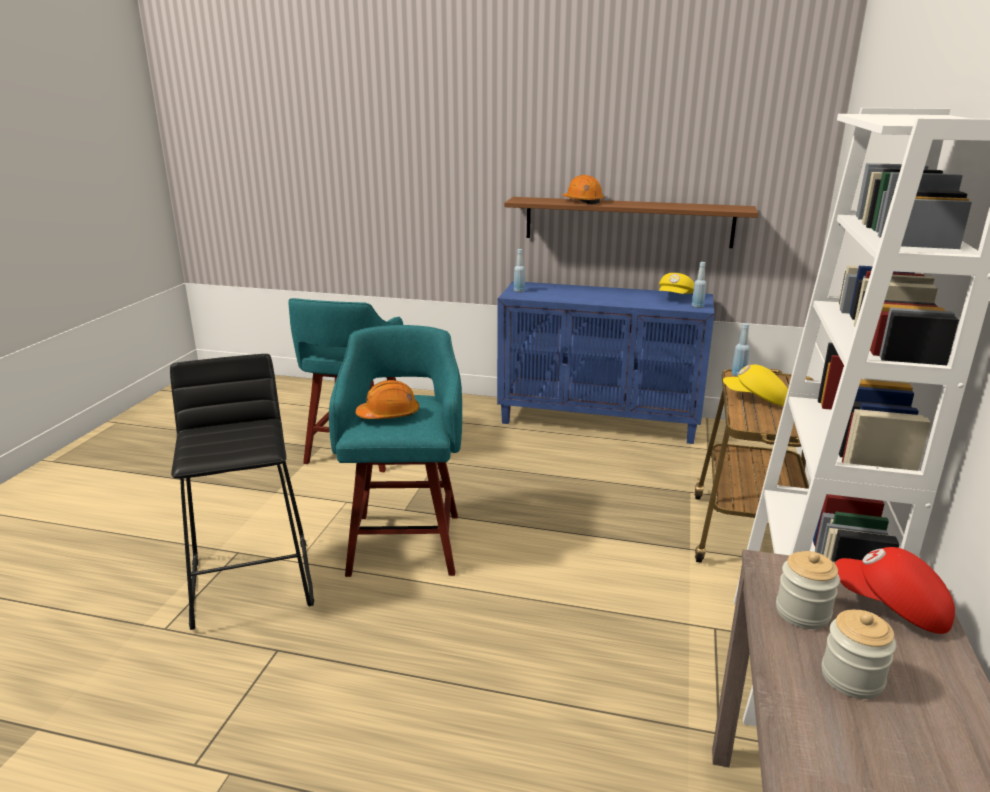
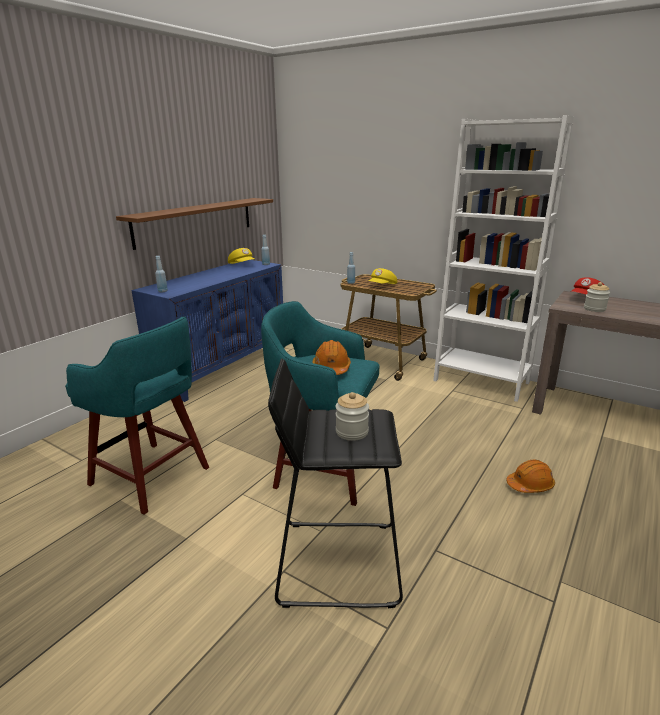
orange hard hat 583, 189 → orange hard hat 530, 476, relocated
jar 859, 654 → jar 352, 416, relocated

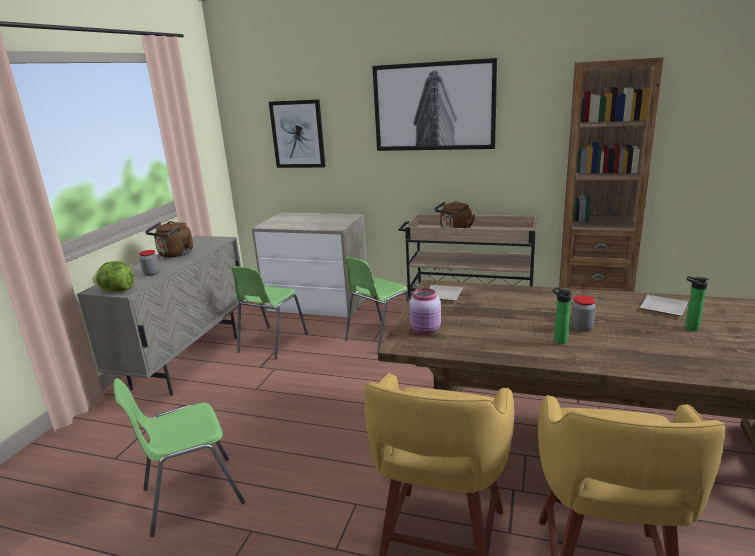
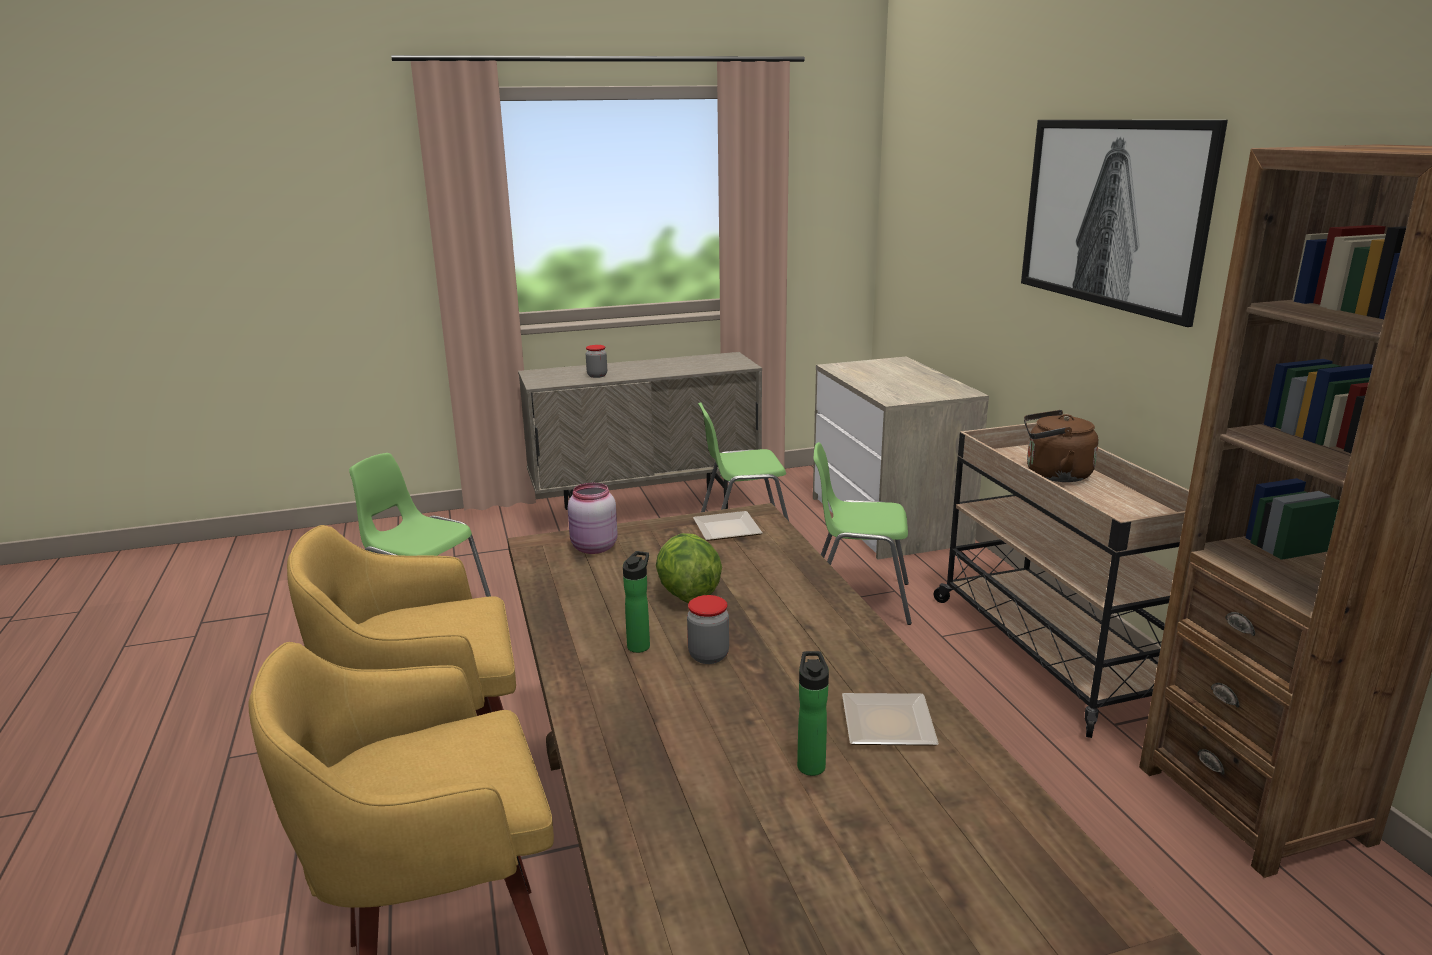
picture 297, 133 → -
brown kettle 169, 239 → -
lettuce 113, 276 → lettuce 689, 568, relocated

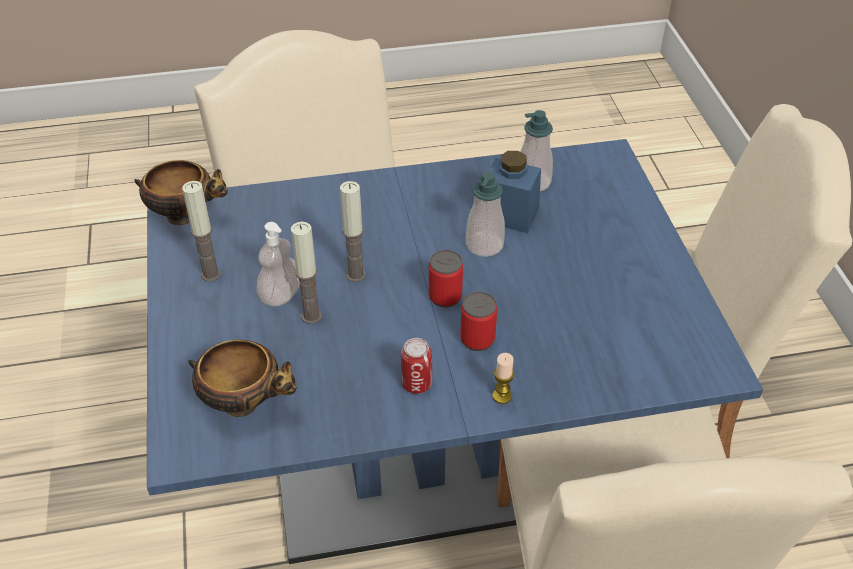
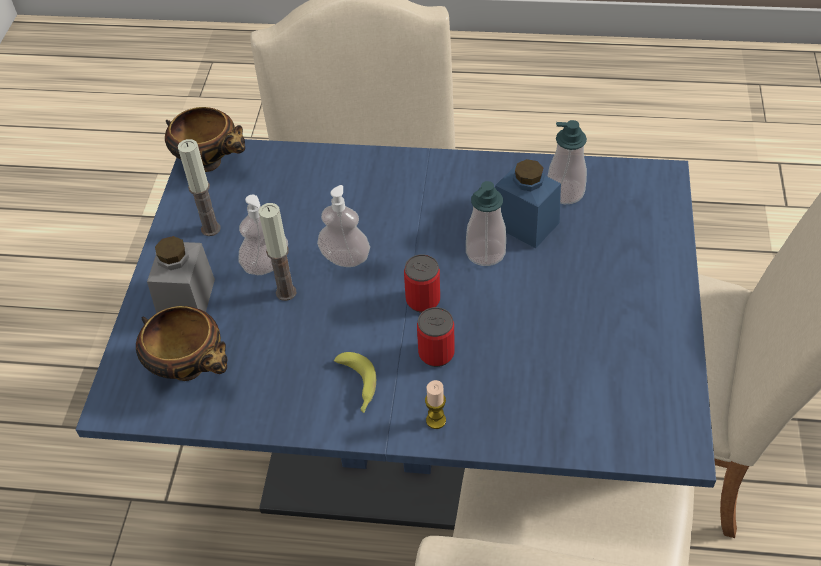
candle 353, 231 → soap dispenser 343, 226
can 416, 366 → banana 355, 382
- → grey jar 181, 274

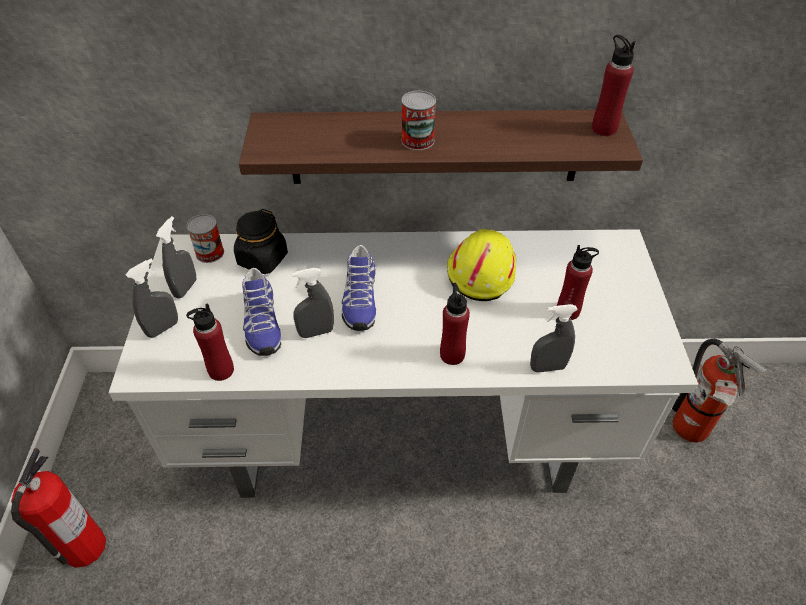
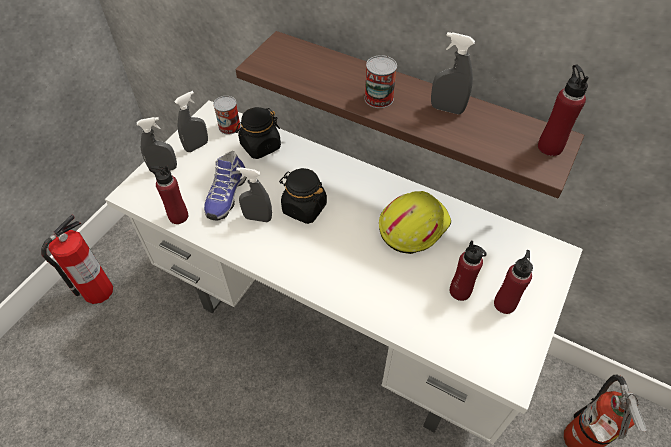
shoe 359, 288 → black jar 303, 196
red bottle 455, 324 → red bottle 513, 282, relocated
grey spray bottle 554, 338 → grey spray bottle 453, 73, relocated

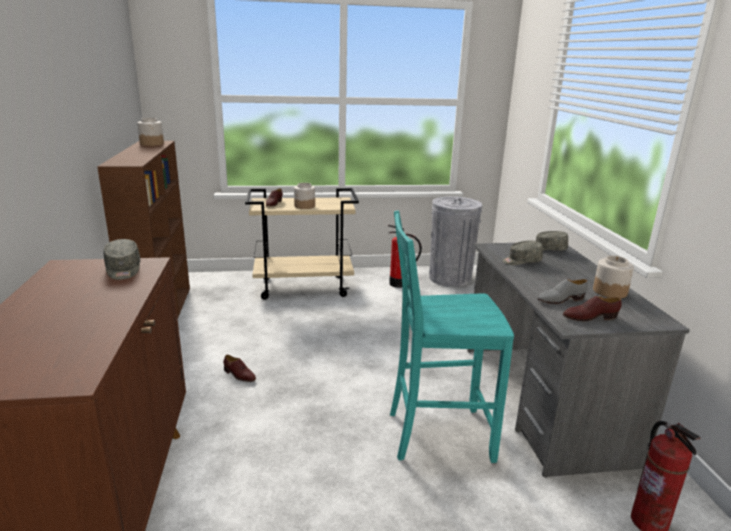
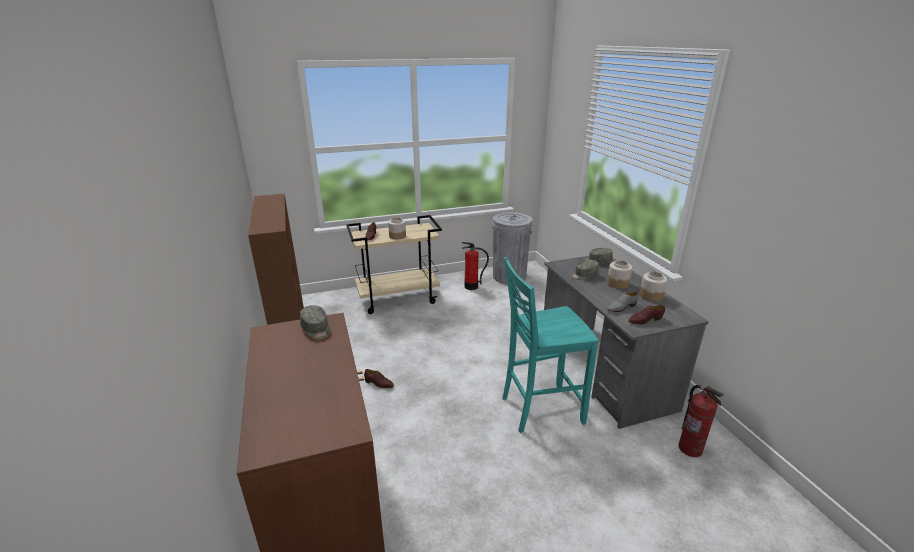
jar 150, 132 → jar 619, 274, relocated

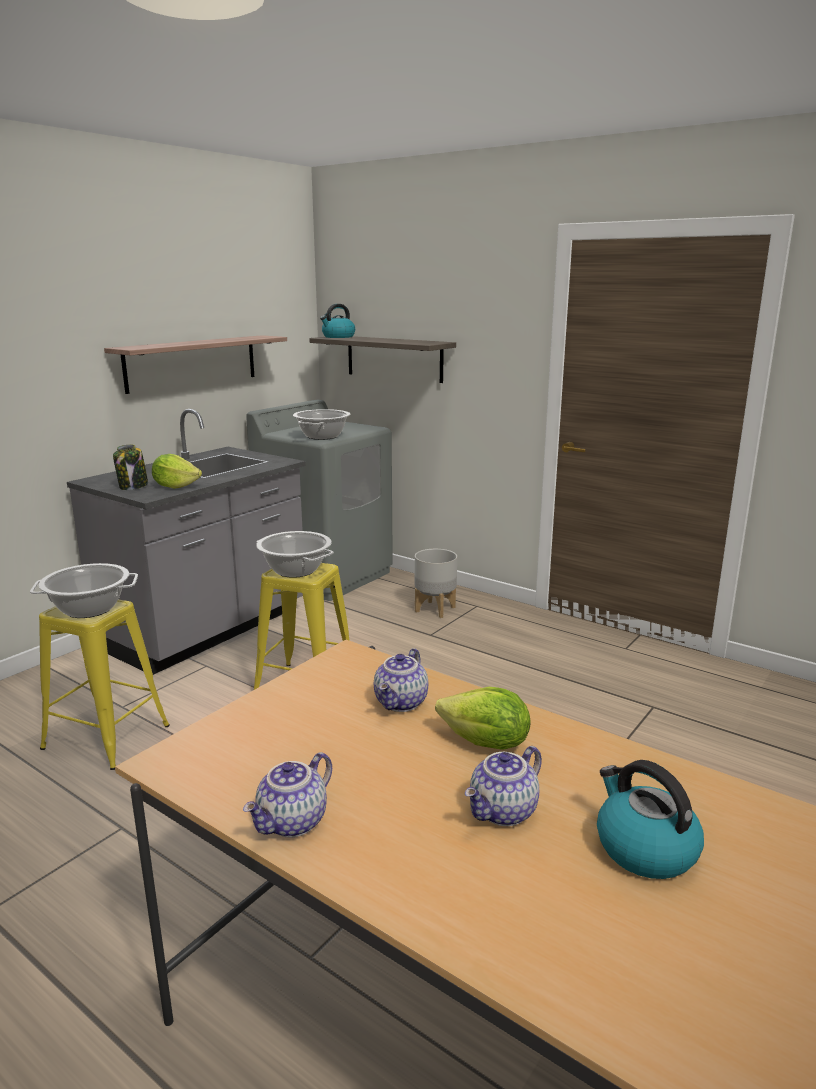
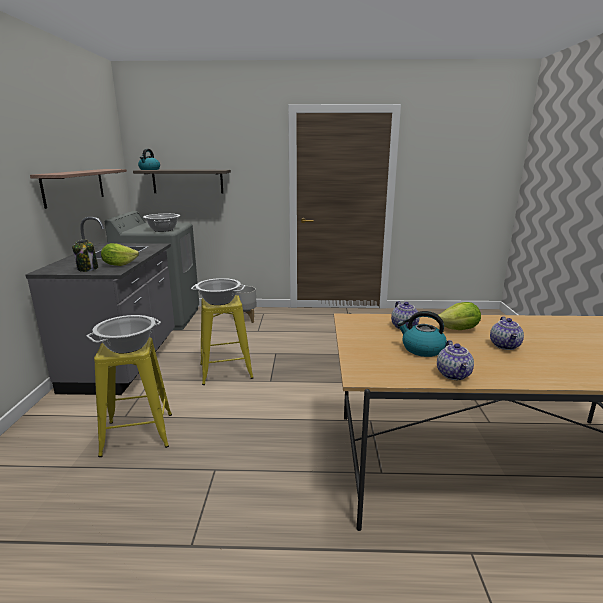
kettle 650, 819 → kettle 422, 334, relocated

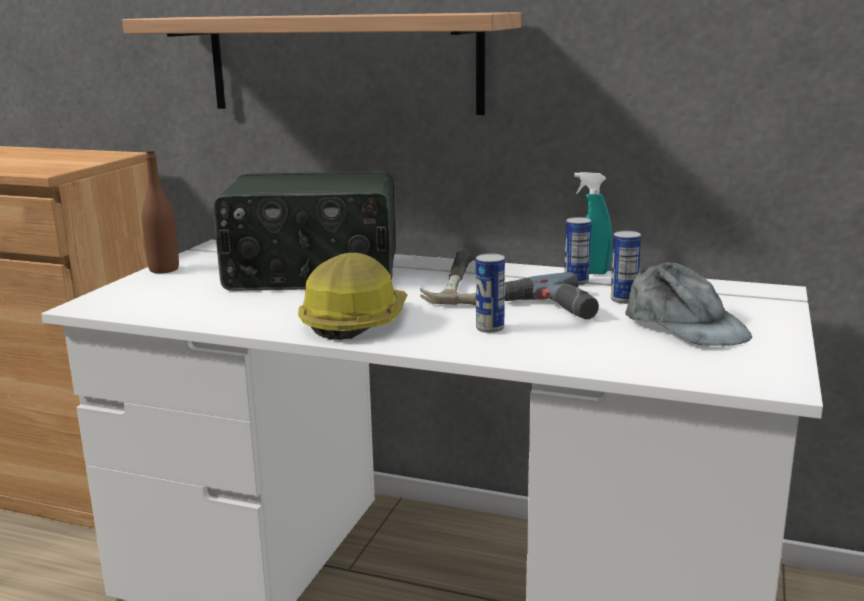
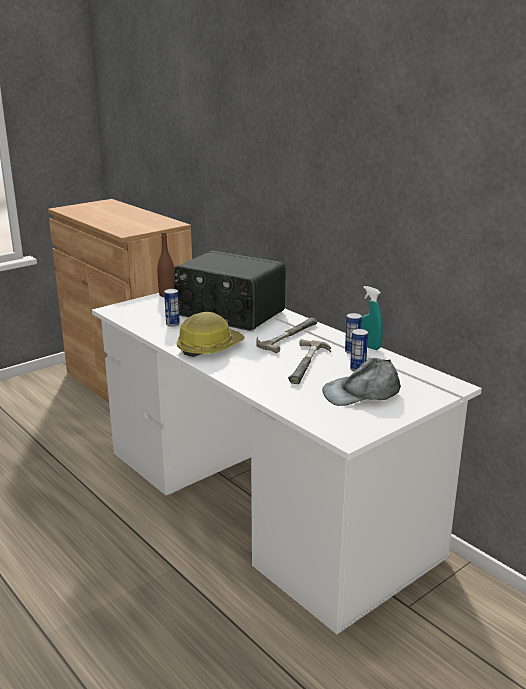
shelf 322, 63 → -
can 490, 293 → can 172, 308, relocated
grey cap 688, 304 → grey cap 361, 382, 75 degrees clockwise
power drill 552, 295 → hammer 309, 361

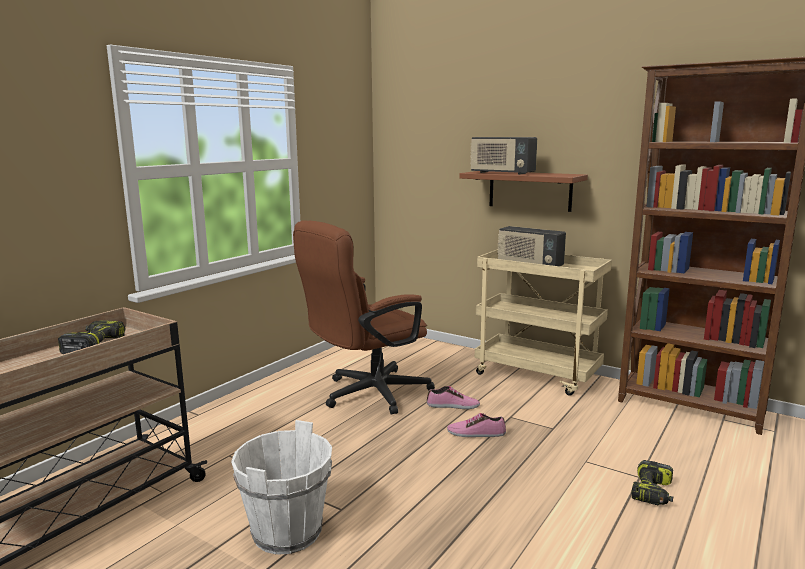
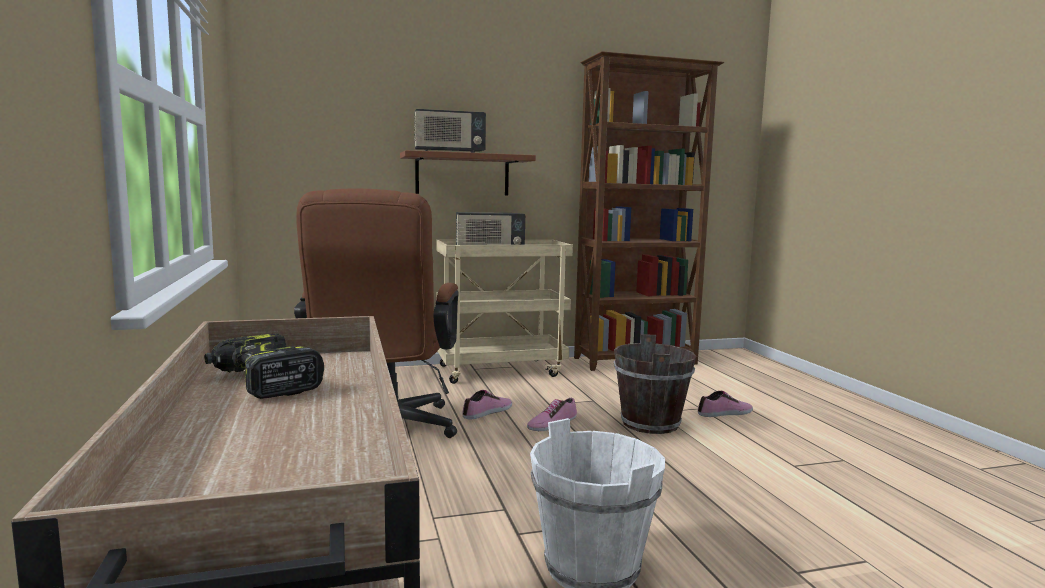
power drill 652, 483 → shoe 725, 404
- → brown bucket 655, 384

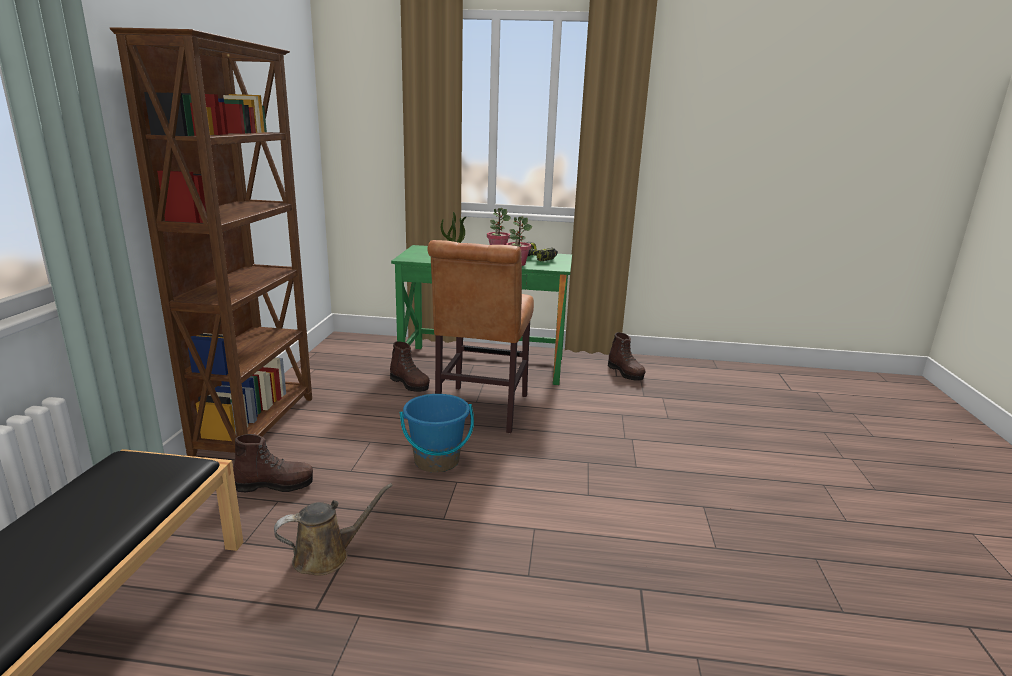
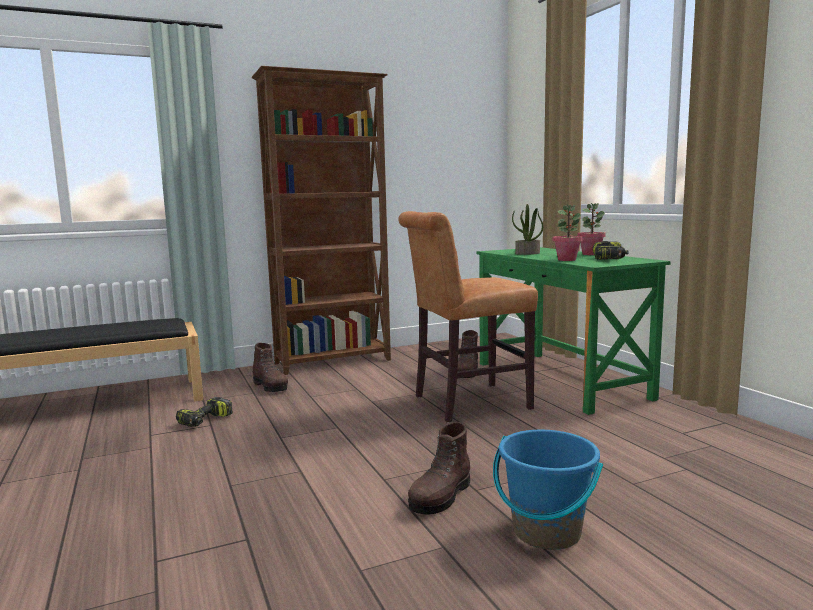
brown boot 627, 356 → brown boot 439, 468, relocated
blue bucket 437, 433 → blue bucket 548, 490, relocated
brown watering can 333, 529 → power drill 204, 412

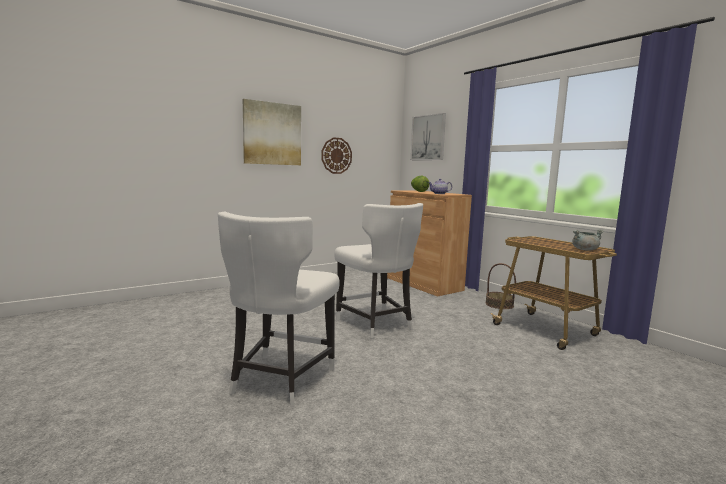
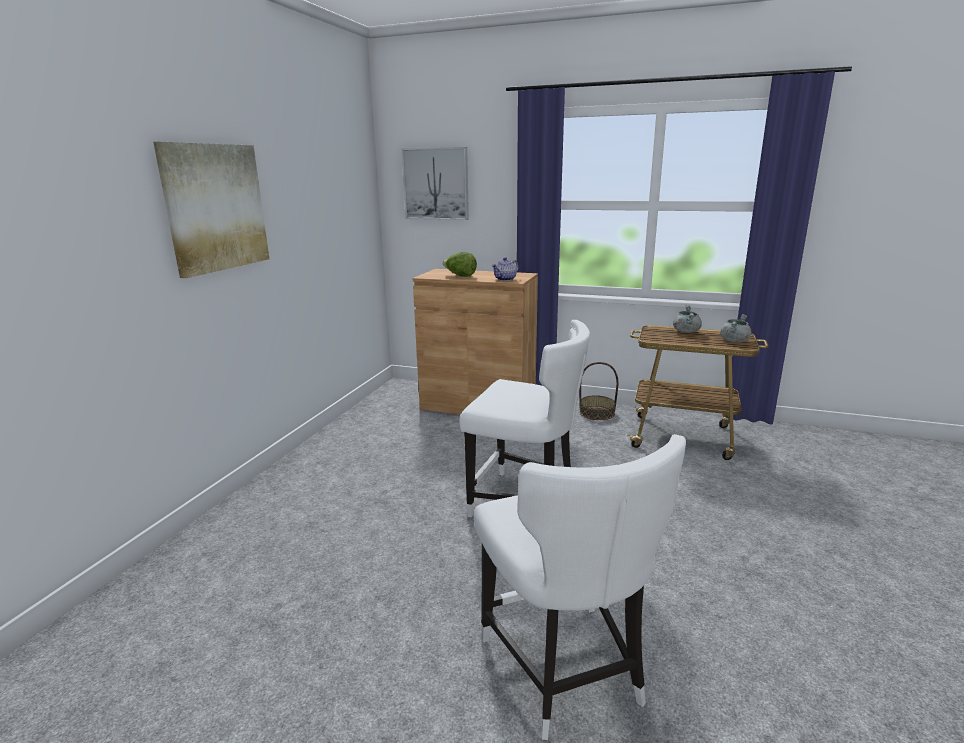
wall clock 337, 155 → -
- → grey cooking pot 687, 319

